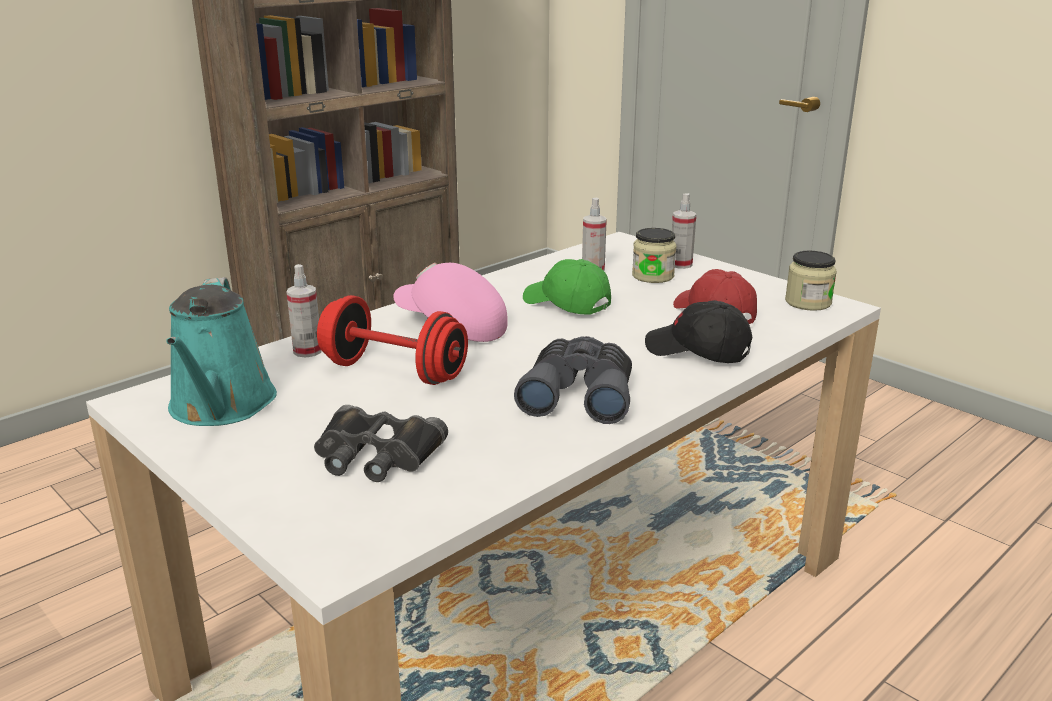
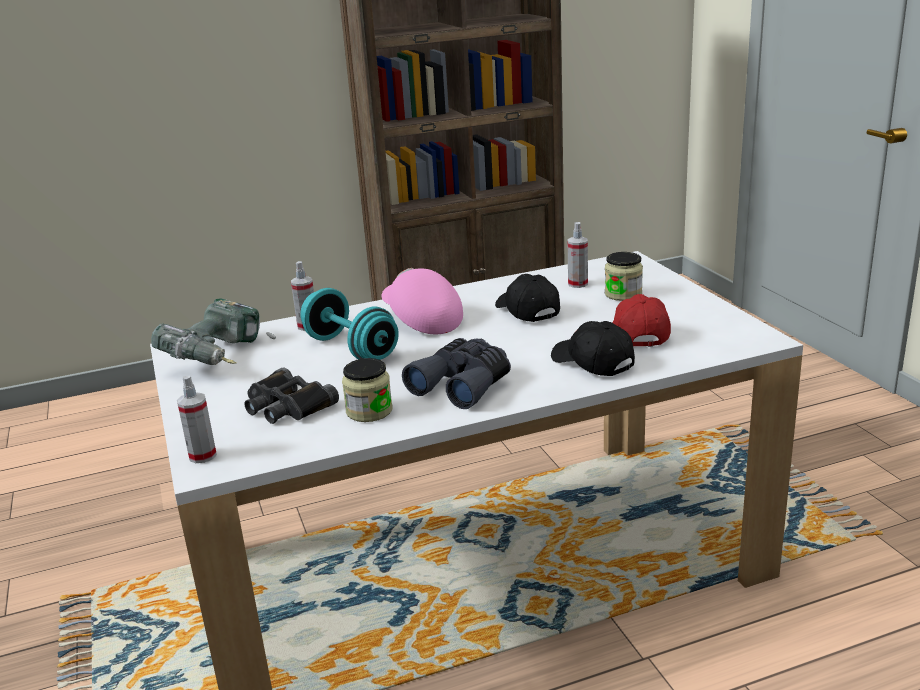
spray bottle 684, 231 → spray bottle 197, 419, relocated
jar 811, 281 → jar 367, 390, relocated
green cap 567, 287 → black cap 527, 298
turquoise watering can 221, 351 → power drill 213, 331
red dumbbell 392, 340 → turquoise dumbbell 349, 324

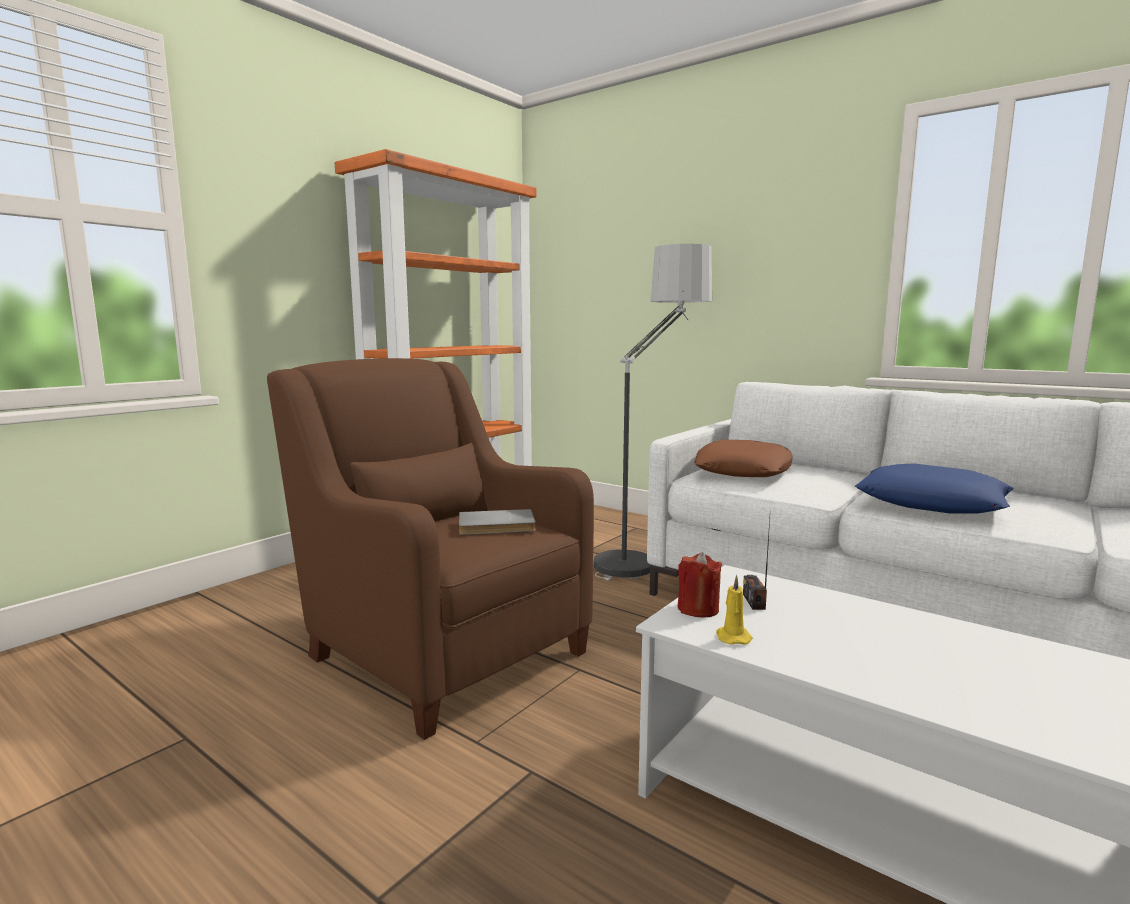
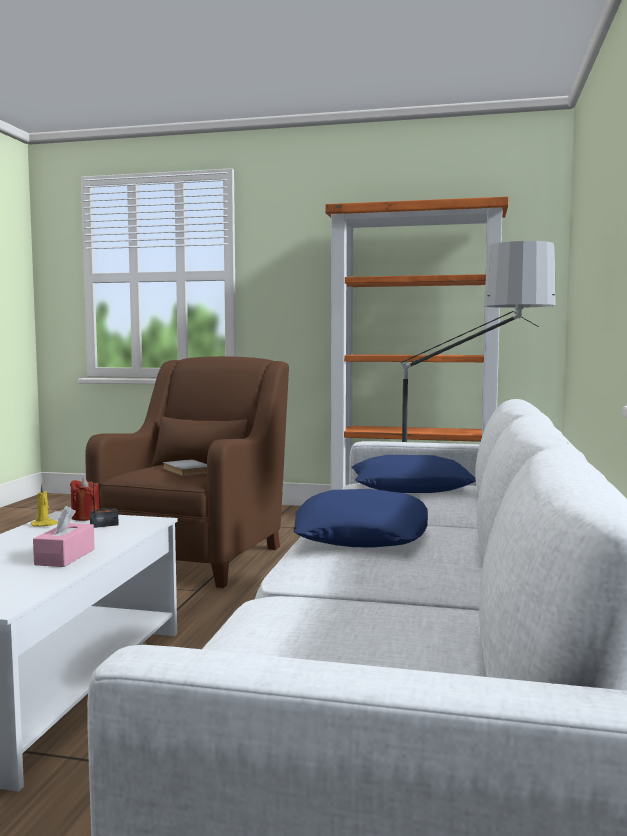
brown pillow 744, 458 → blue pillow 414, 474
- → pink tissue box 64, 536

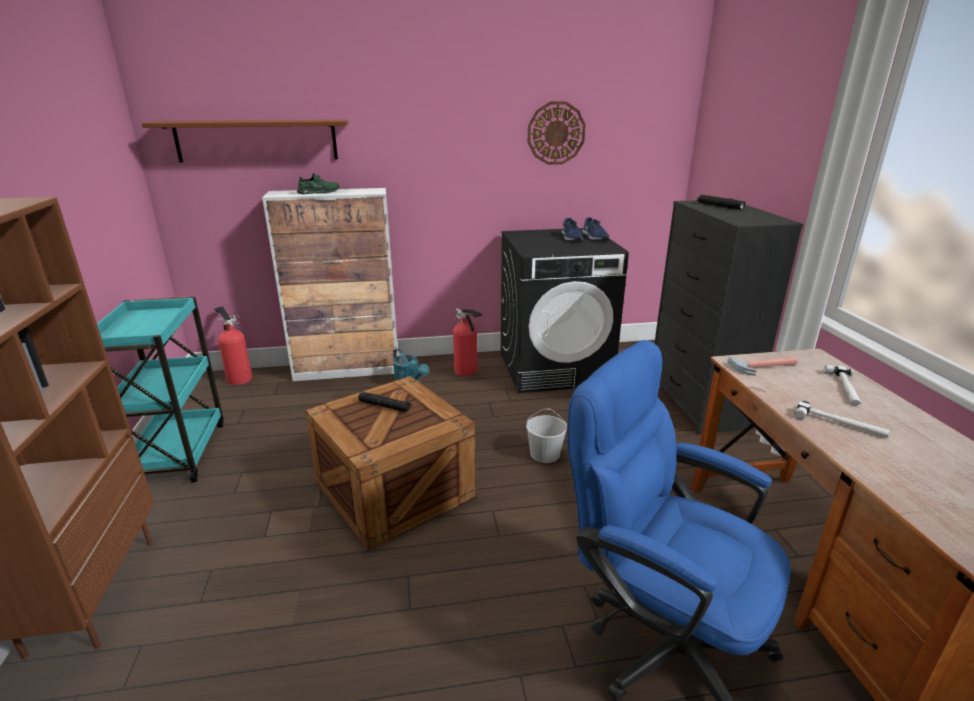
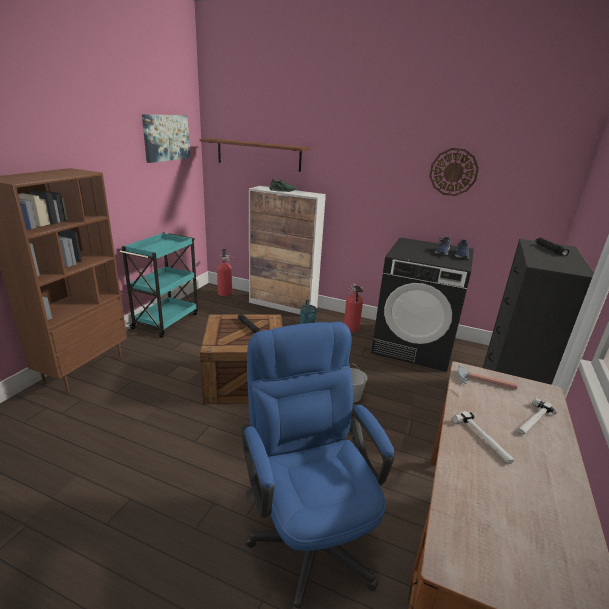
- → picture 166, 138

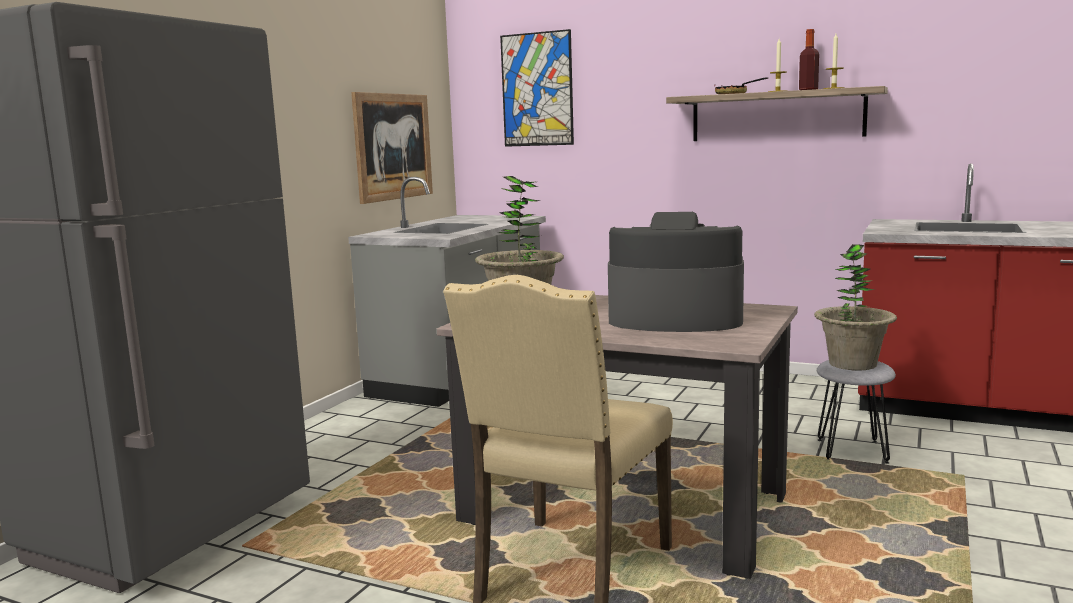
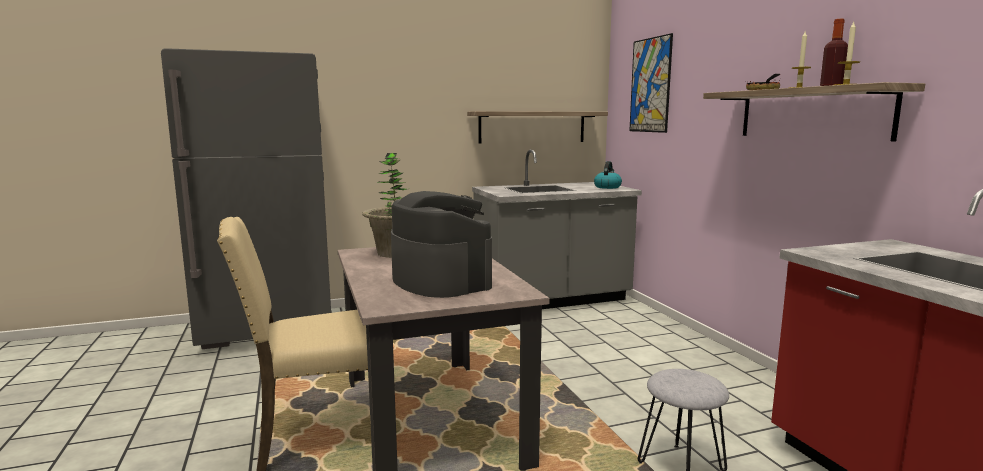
picture 392, 148 → shelf 537, 127
potted plant 855, 307 → -
- → kettle 608, 175

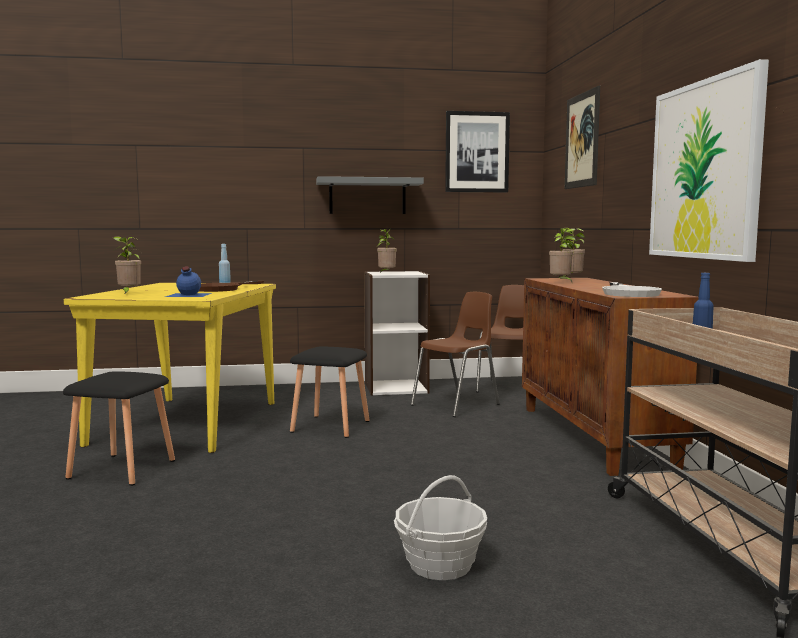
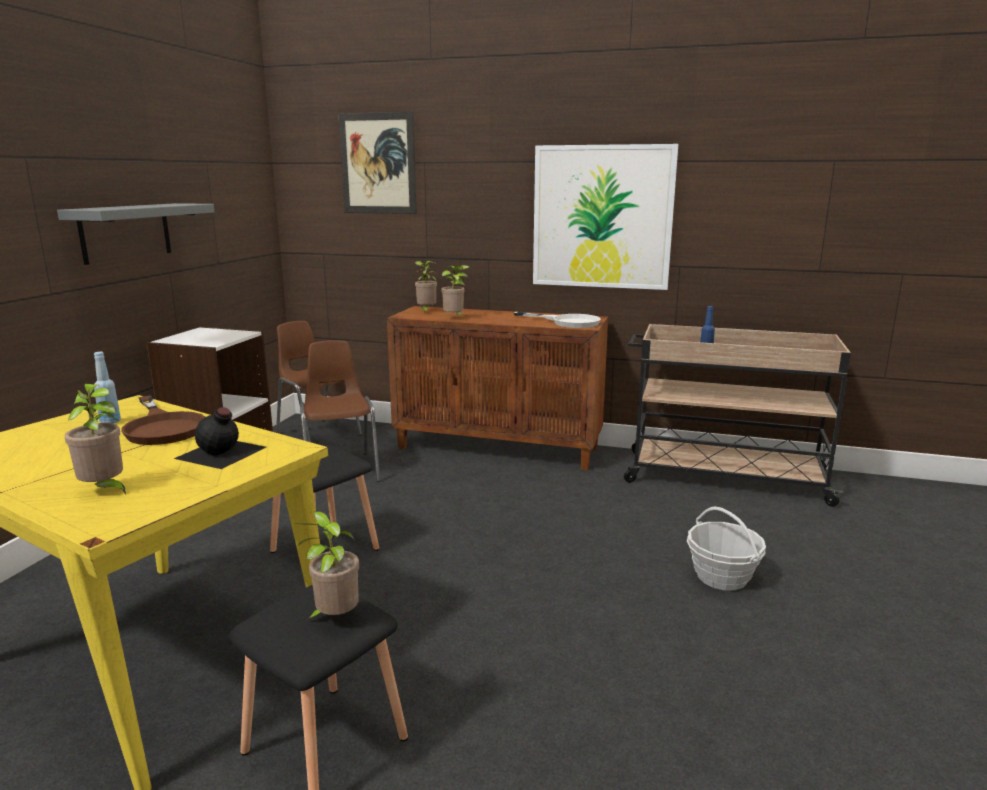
picture 477, 151 → -
potted plant 387, 251 → potted plant 326, 565, relocated
blue bottle 188, 281 → black bottle 220, 438

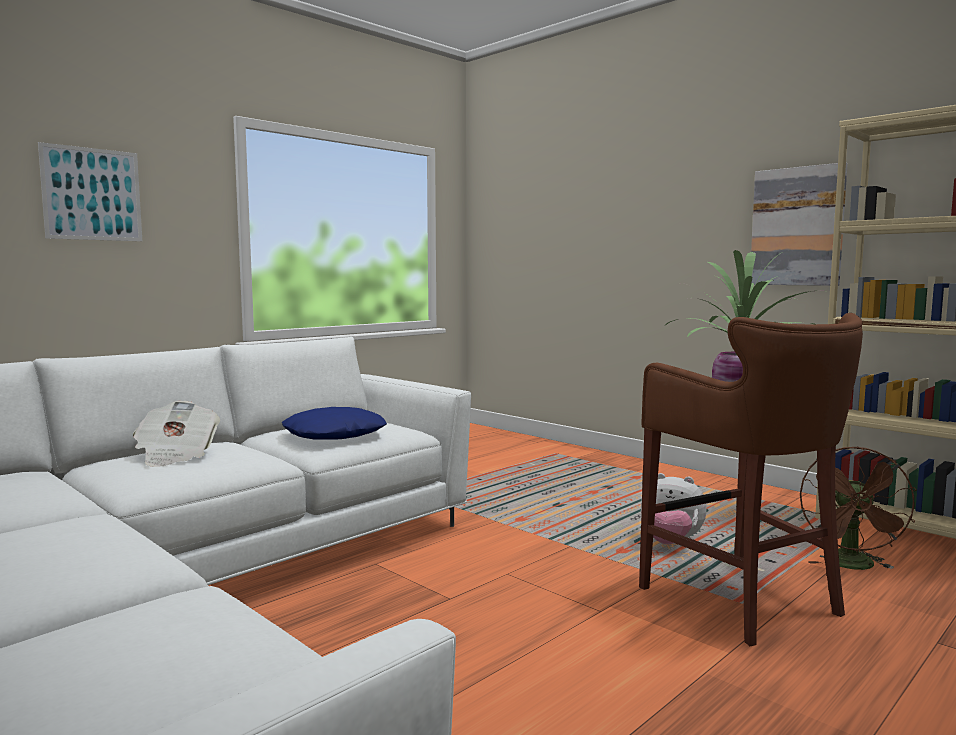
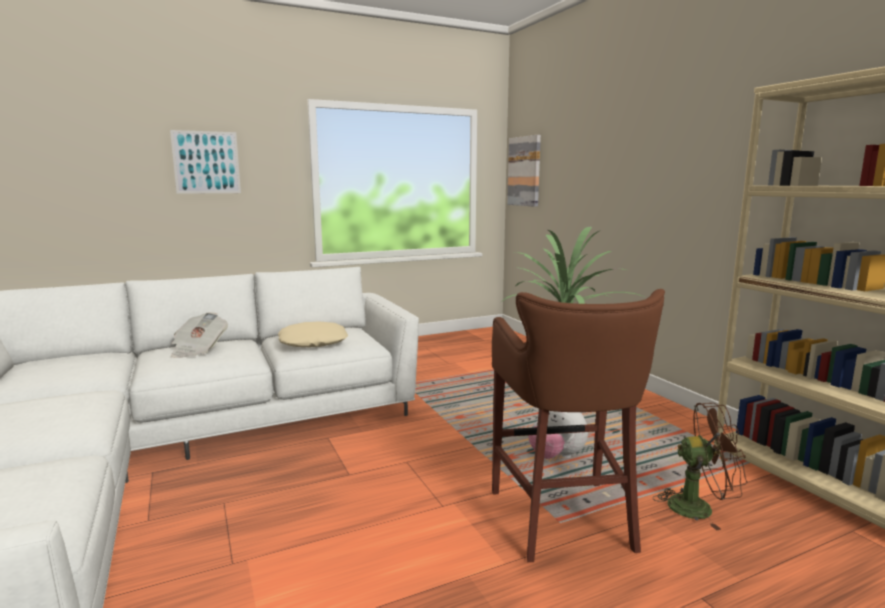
picture 799, 224 → picture 524, 171, relocated
blue pillow 334, 423 → beige pillow 313, 334
brown fan 858, 508 → brown fan 700, 466, 120 degrees counterclockwise

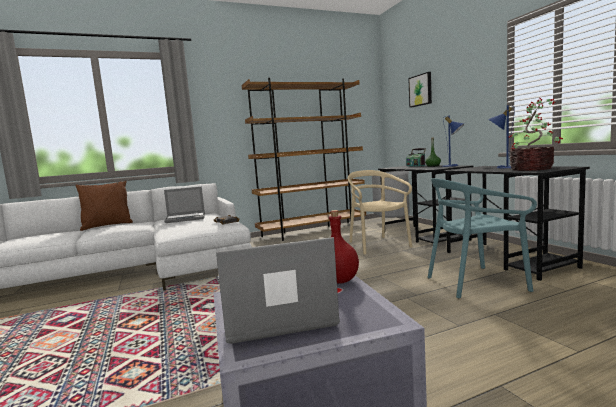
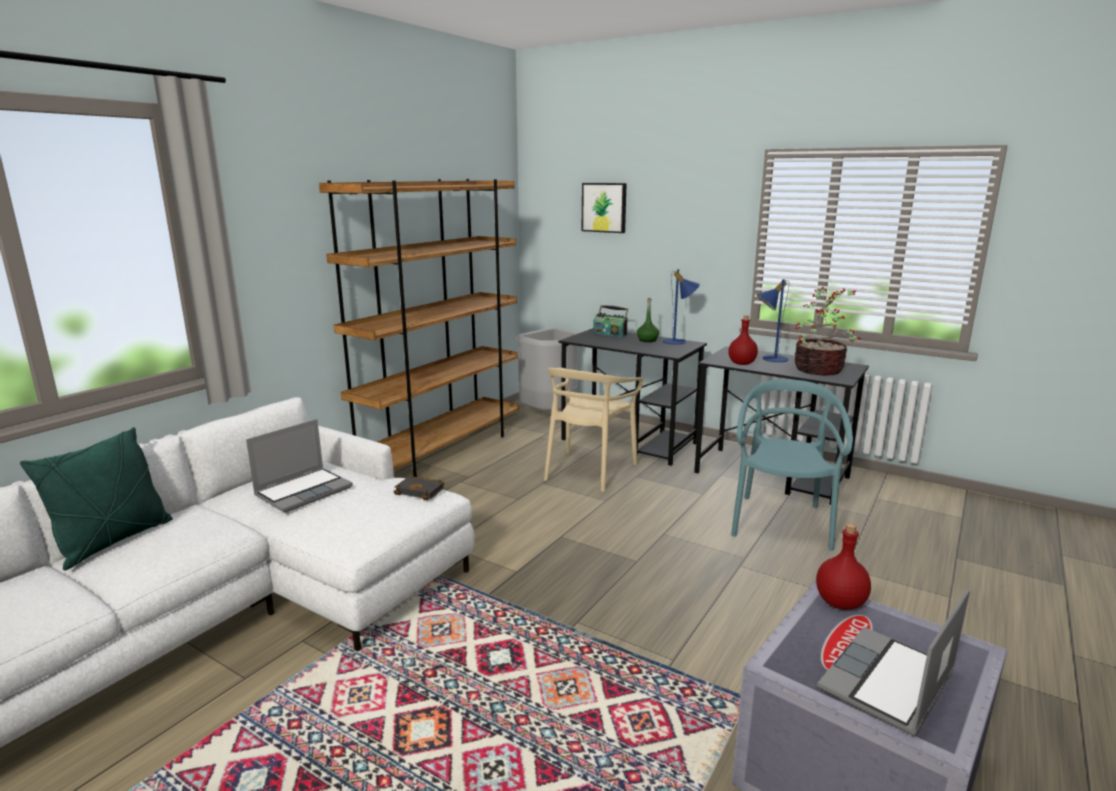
beige chair 380, 212 → beige chair 593, 430, 105 degrees counterclockwise
turquoise chair 482, 238 → turquoise chair 792, 464, 150 degrees clockwise
brown pillow 104, 206 → green pillow 96, 499
- → red bottle 743, 340

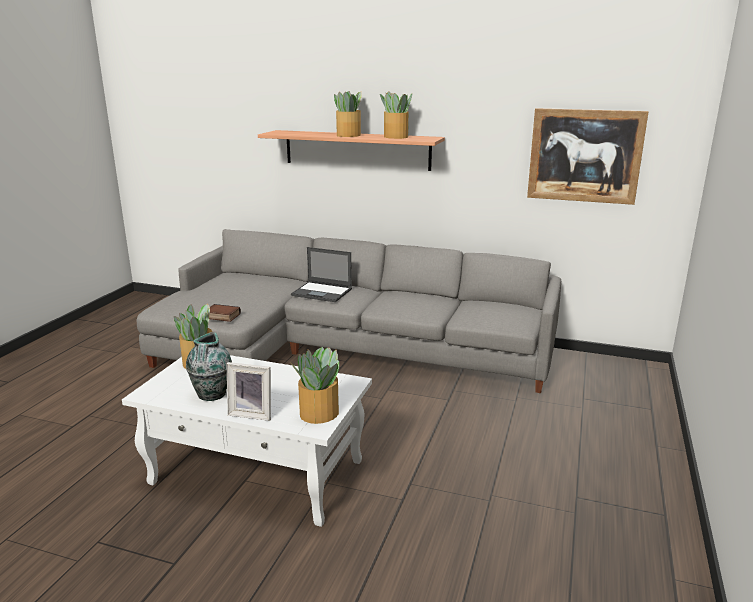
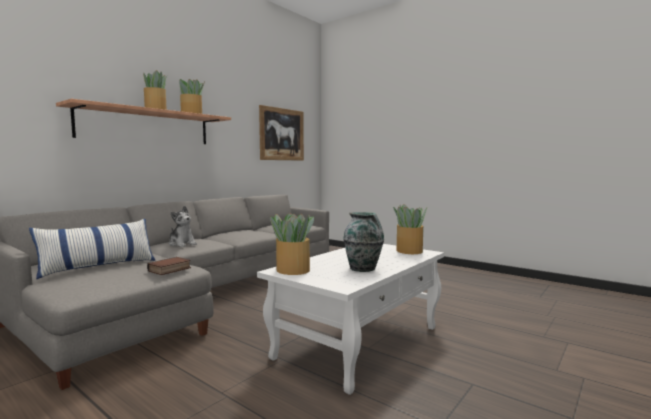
laptop 321, 274 → plush toy 183, 226
picture frame 248, 391 → -
- → pillow 92, 249

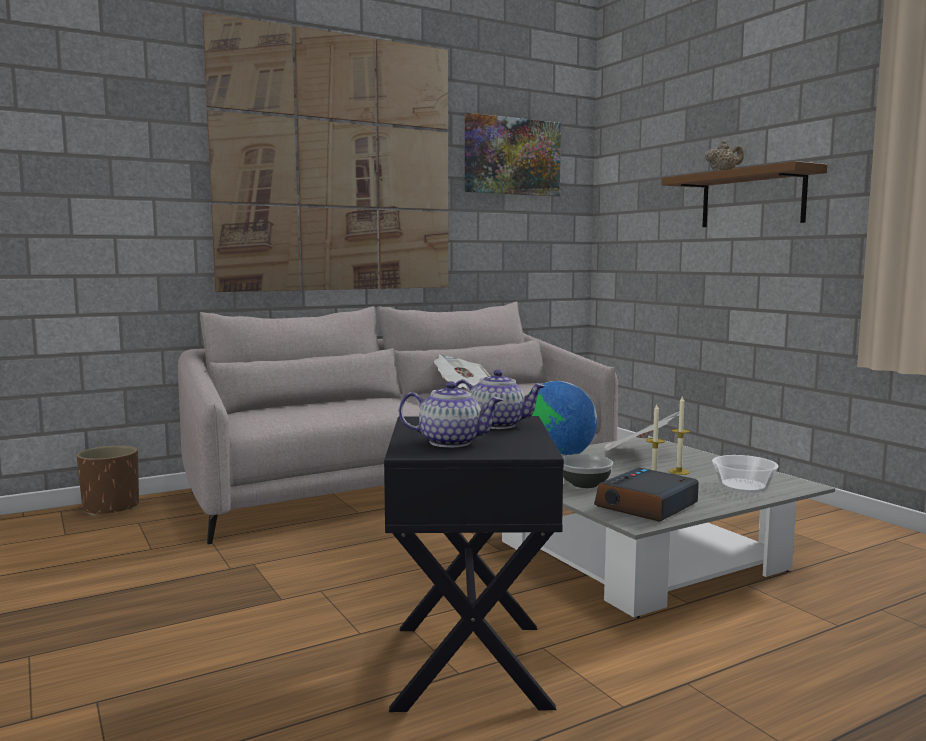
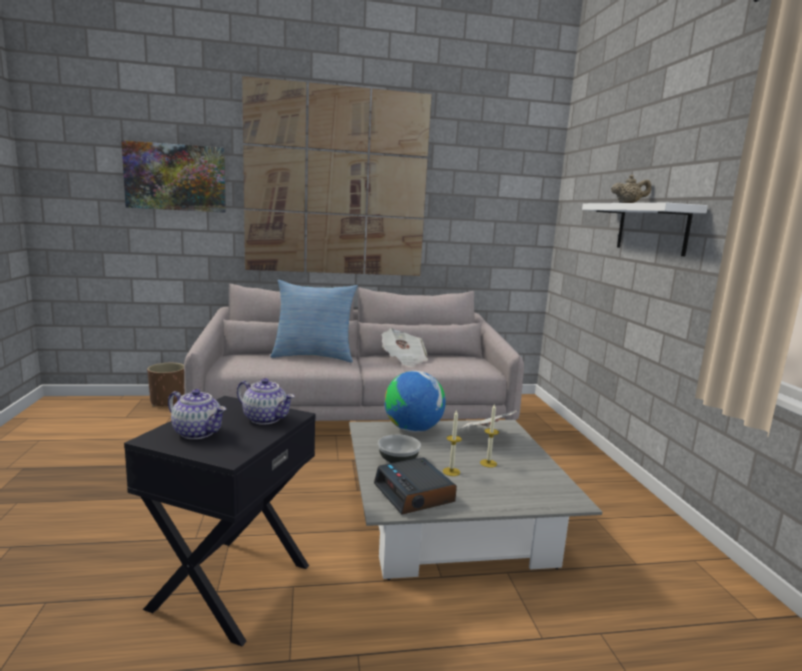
picture 513, 155 → picture 173, 176, relocated
brown shelf 744, 194 → white shelf 645, 230
bowl 745, 474 → -
alarm clock 646, 495 → alarm clock 415, 486, 90 degrees counterclockwise
- → pillow 314, 321

